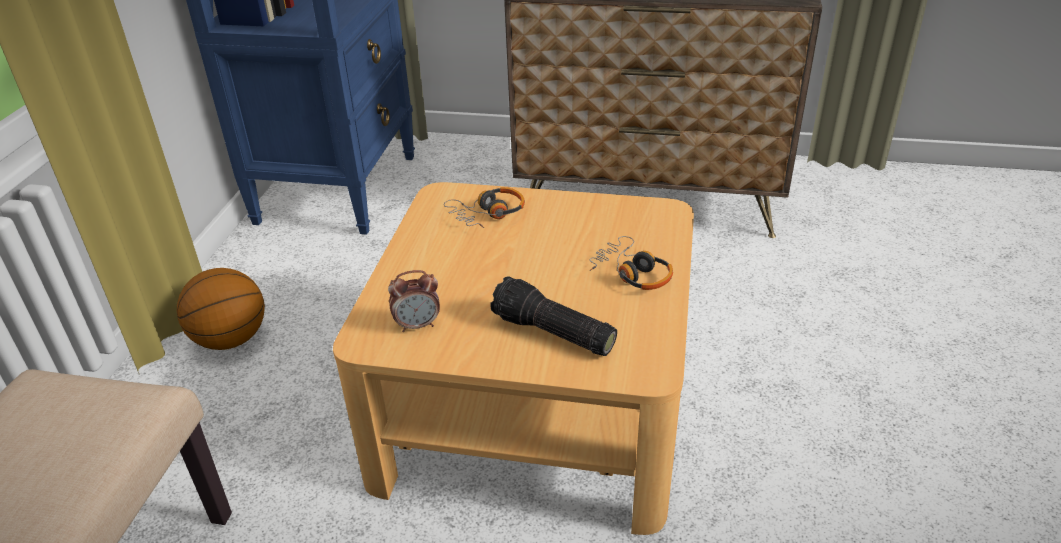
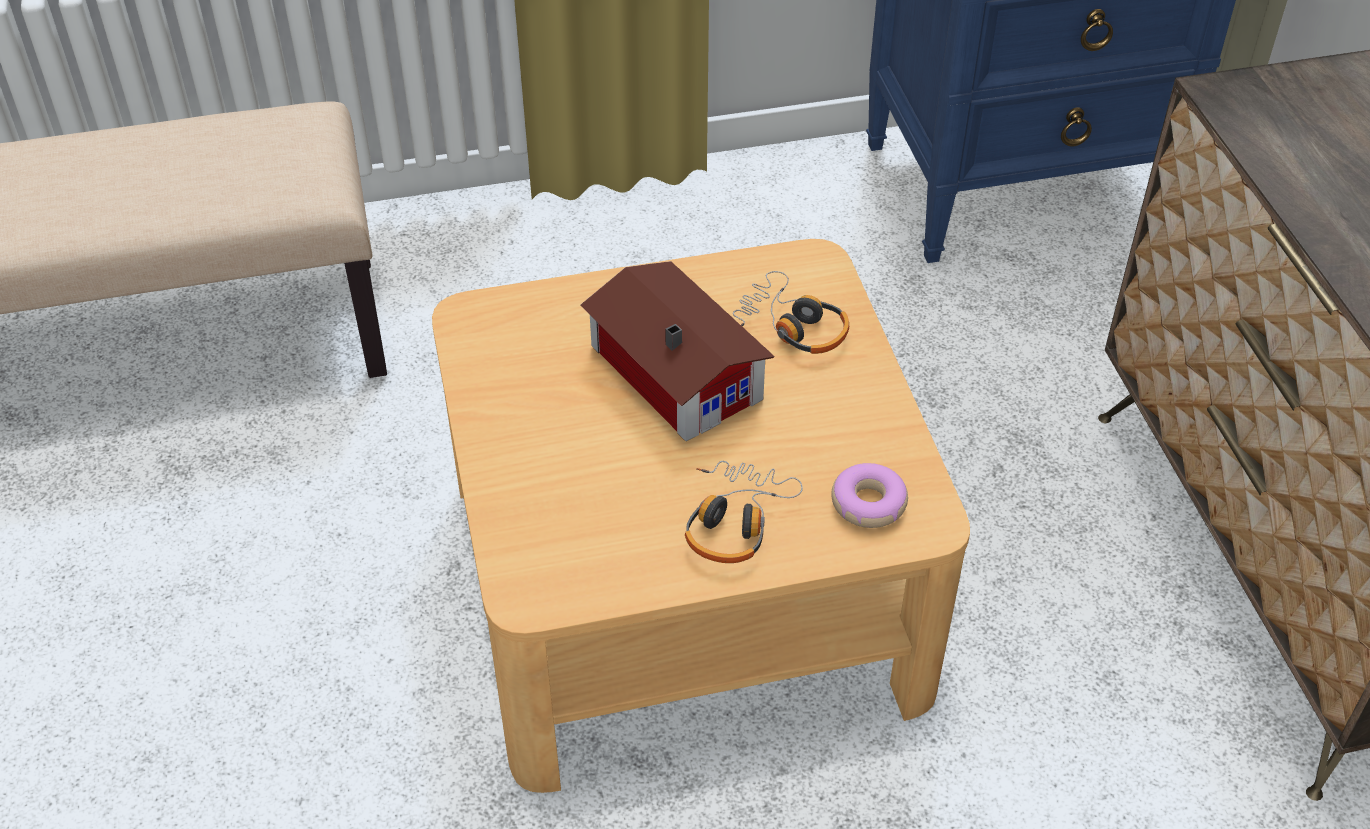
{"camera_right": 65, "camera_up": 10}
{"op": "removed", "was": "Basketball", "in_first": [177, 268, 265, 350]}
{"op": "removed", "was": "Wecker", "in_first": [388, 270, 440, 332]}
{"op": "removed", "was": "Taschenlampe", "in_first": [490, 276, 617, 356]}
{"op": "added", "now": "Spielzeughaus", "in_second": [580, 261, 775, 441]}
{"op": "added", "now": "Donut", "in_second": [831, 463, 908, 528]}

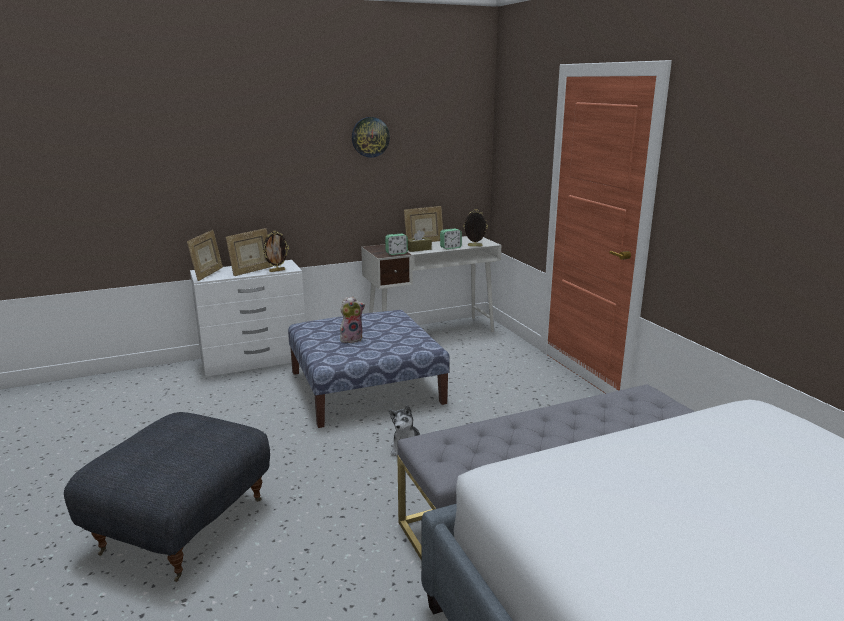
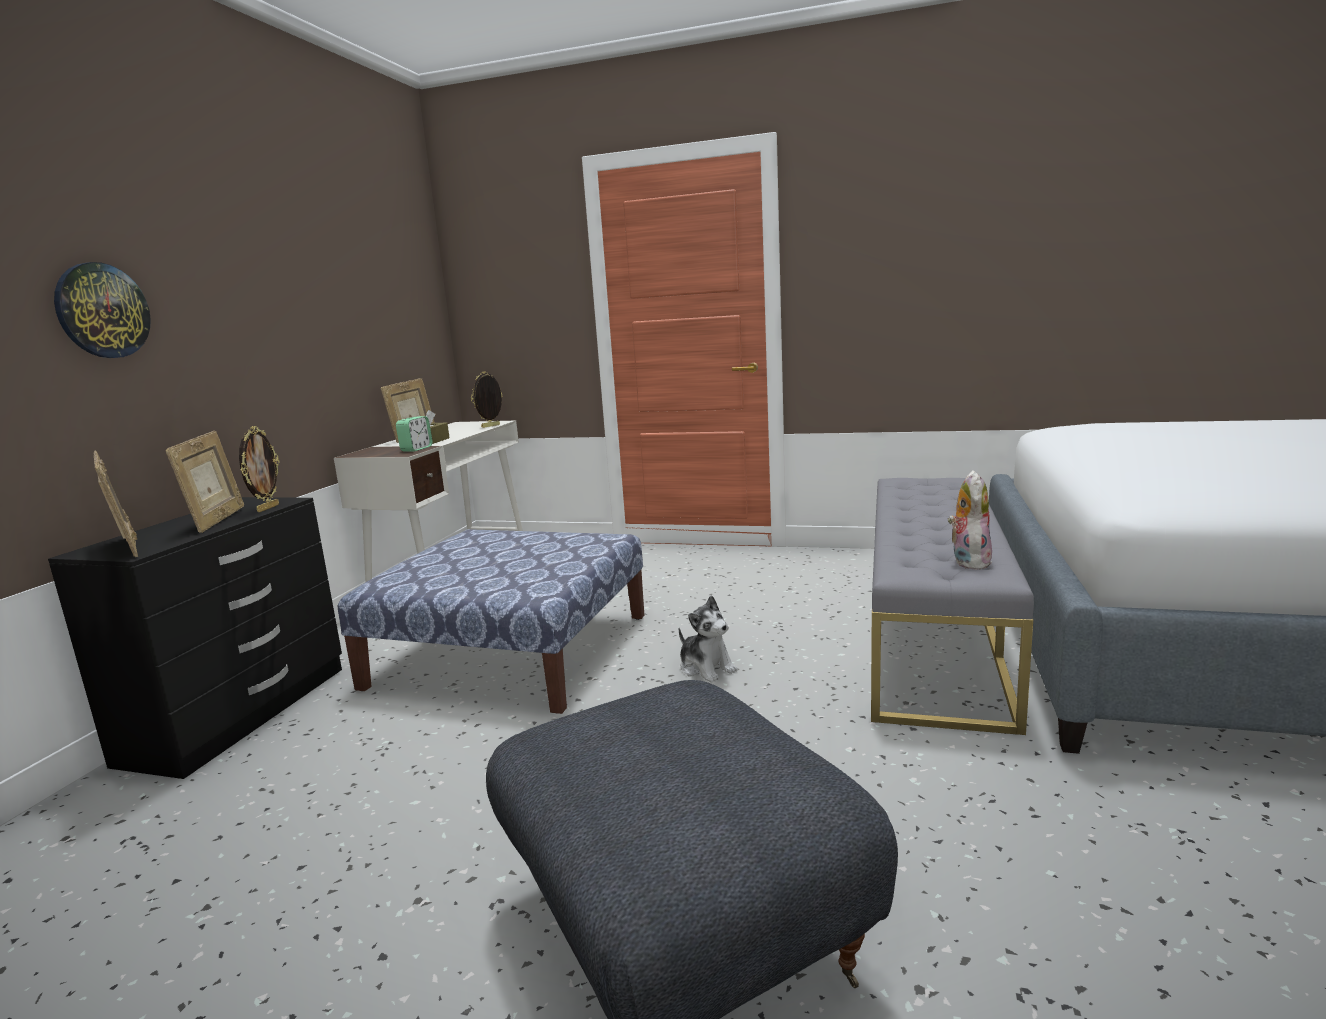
{"camera_right": -50, "camera_up": -5}
{"op": "removed", "was": "Wecker", "in_first": [440, 228, 462, 249]}
{"op": "moved", "was": "Plüschtier", "in_first": [340, 297, 365, 343], "in_second": [948, 470, 993, 570]}
{"op": "moved", "was": "Wanduhr", "in_first": [352, 117, 390, 158], "in_second": [54, 262, 151, 358]}
{"op": "recoloured", "was": "Kommode (weiß)", "now": "Kommode (schwarz)", "in_first": [190, 260, 305, 377], "in_second": [48, 497, 342, 779]}

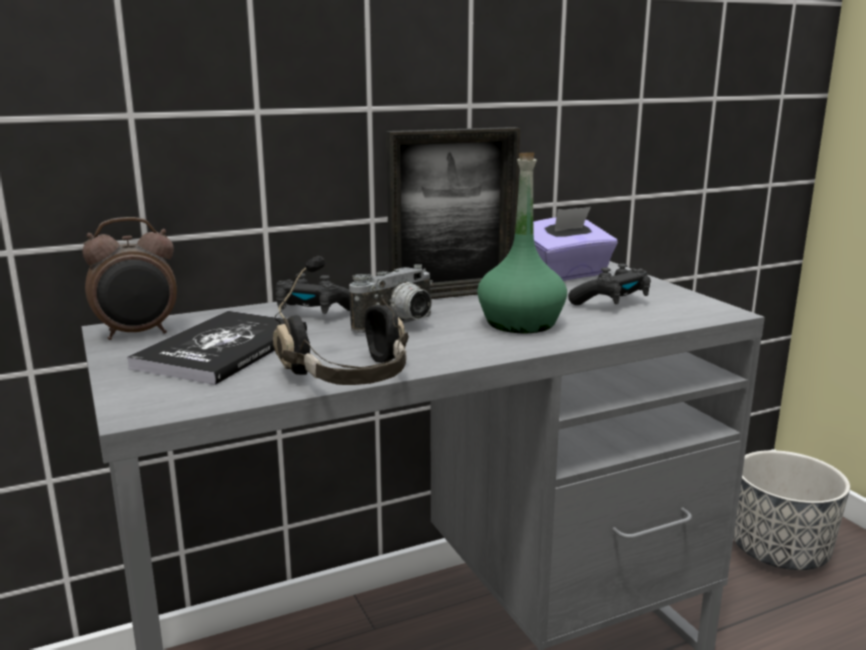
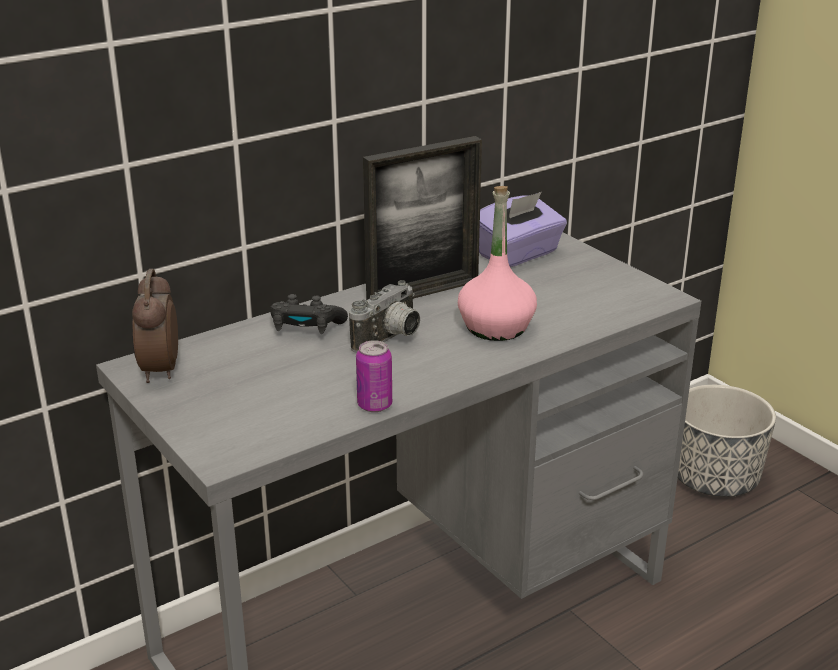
{"camera_right": -10, "camera_up": 10}
{"op": "removed", "was": "Buch", "in_first": [127, 311, 307, 385]}
{"op": "removed", "was": "Gamepad (schwarz)", "in_first": [568, 263, 651, 305]}
{"op": "replaced", "was": "Kopfhörer (schwarz)", "now": "Dose", "in_first": [273, 256, 409, 385], "in_second": [356, 340, 392, 412]}
{"op": "recoloured", "was": "Flasche (grün)", "now": "Flasche (rosa)", "in_first": [477, 152, 567, 333], "in_second": [458, 186, 537, 341]}
{"op": "turned", "was": "Wecker", "in_first": [82, 217, 177, 340], "in_second": [132, 269, 178, 383], "clockwise": 120}

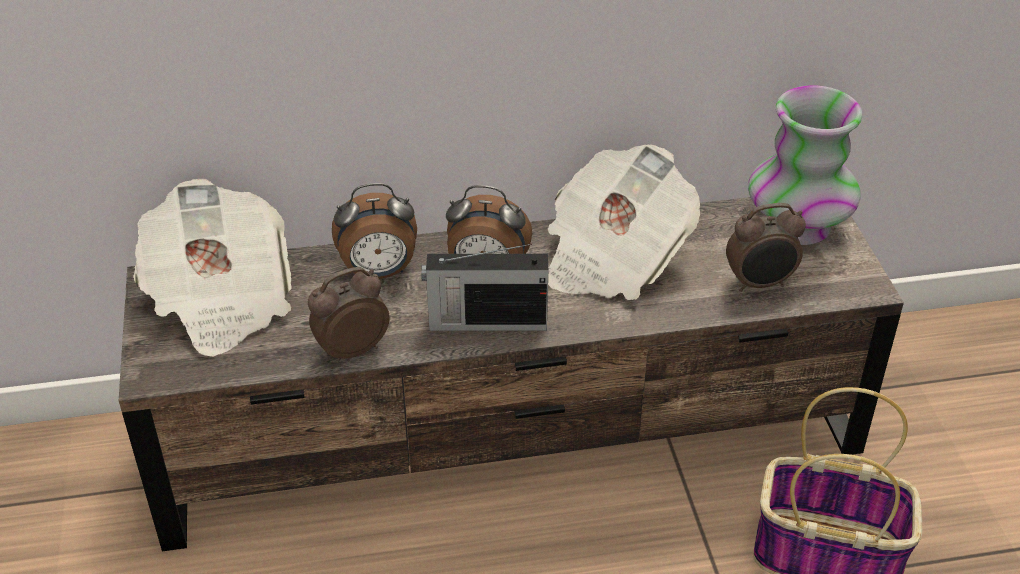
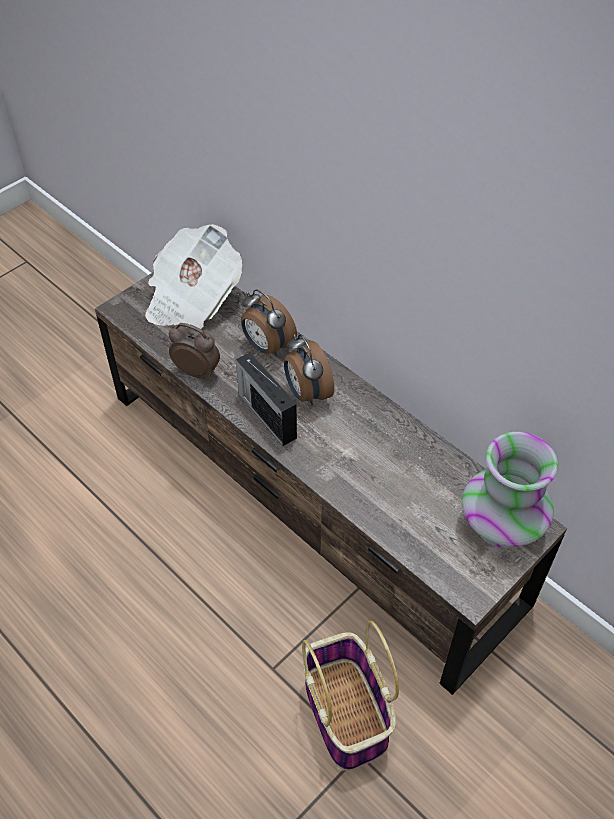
{"camera_right": 55, "camera_up": 10}
{"op": "removed", "was": "Zeitung", "in_first": [548, 144, 700, 300]}
{"op": "removed", "was": "Wecker", "in_first": [726, 203, 806, 292]}

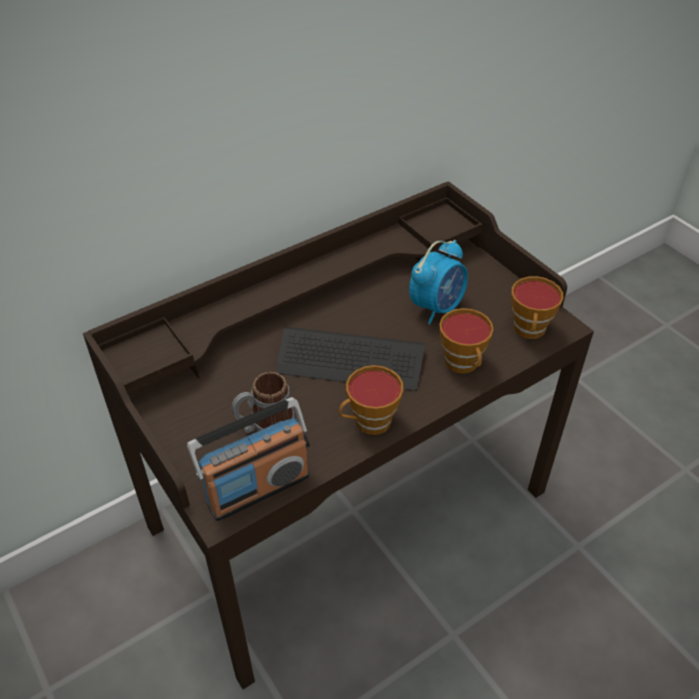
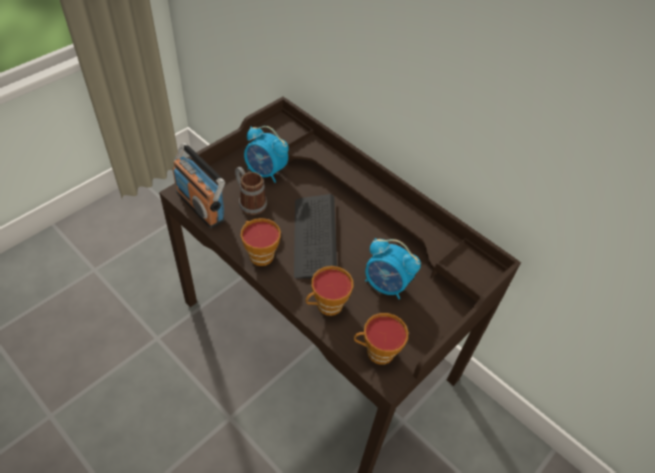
{"camera_right": 75, "camera_up": 5}
{"op": "added", "now": "Wecker", "in_second": [244, 126, 289, 183]}

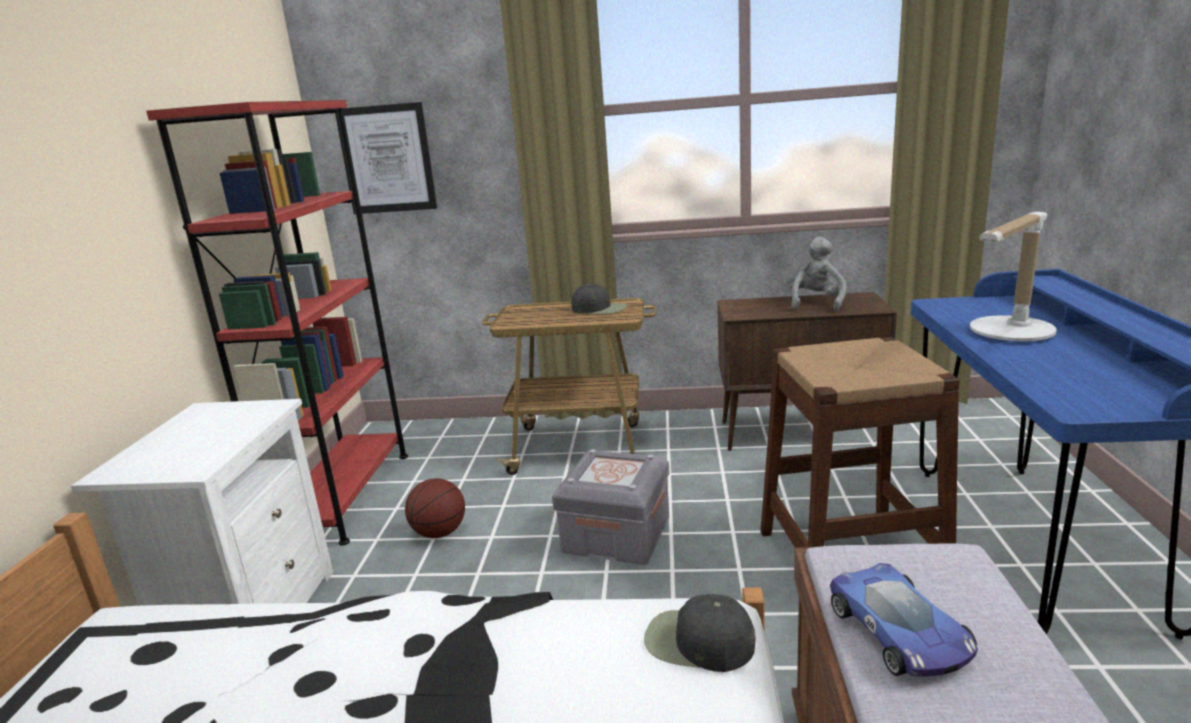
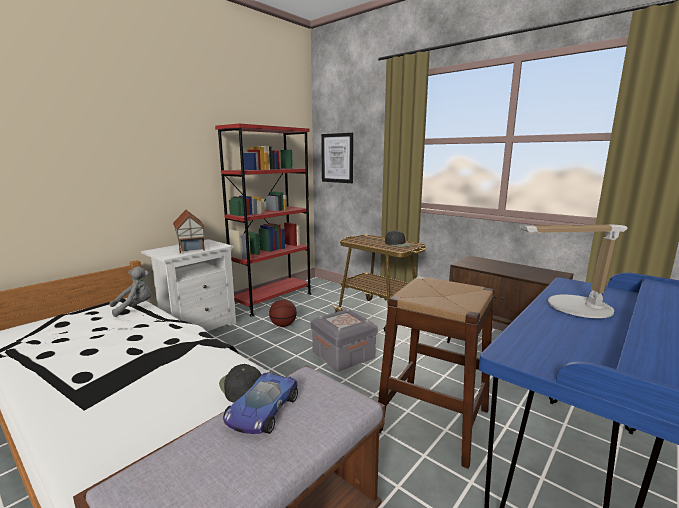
{"camera_right": 35, "camera_up": -5}
{"op": "added", "now": "Spielzeughaus", "in_second": [173, 210, 206, 253]}
{"op": "moved", "was": "Plüschtier (grau)", "in_first": [787, 237, 846, 312], "in_second": [109, 267, 152, 317]}

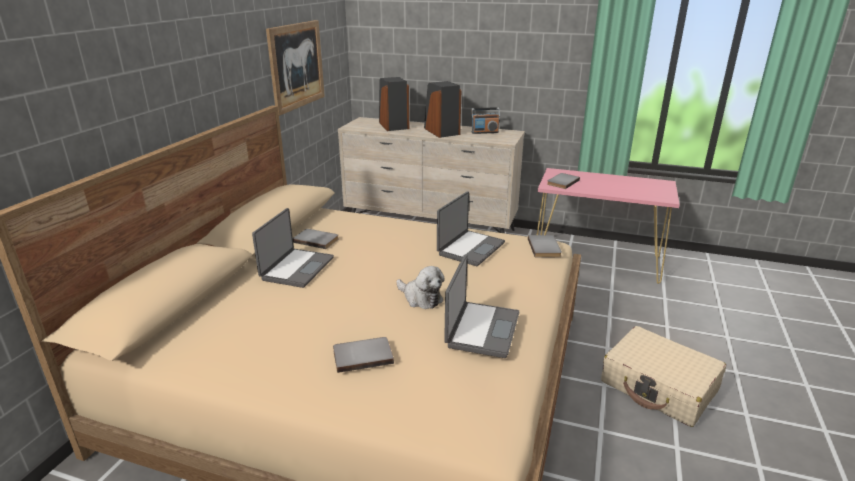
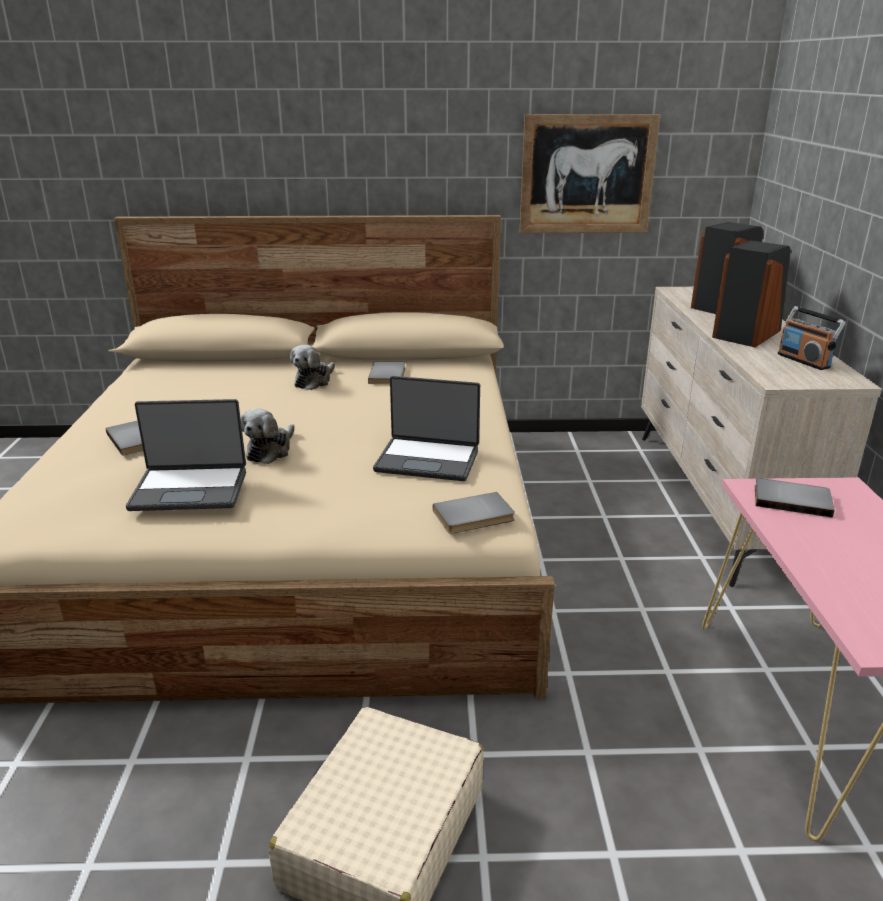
{"camera_right": 70, "camera_up": 0}
{"op": "replaced", "was": "Laptop", "now": "Plüschtier", "in_first": [252, 208, 334, 288], "in_second": [290, 345, 335, 390]}

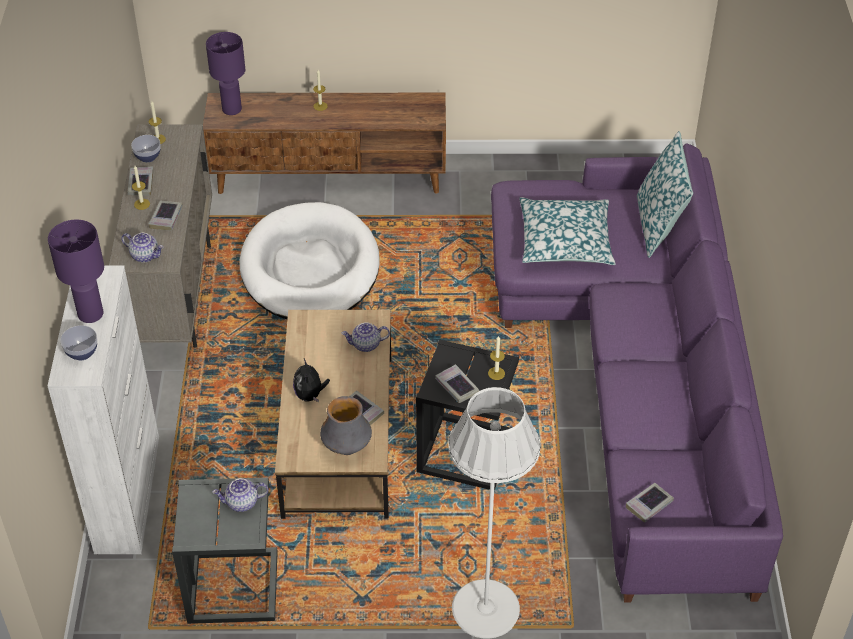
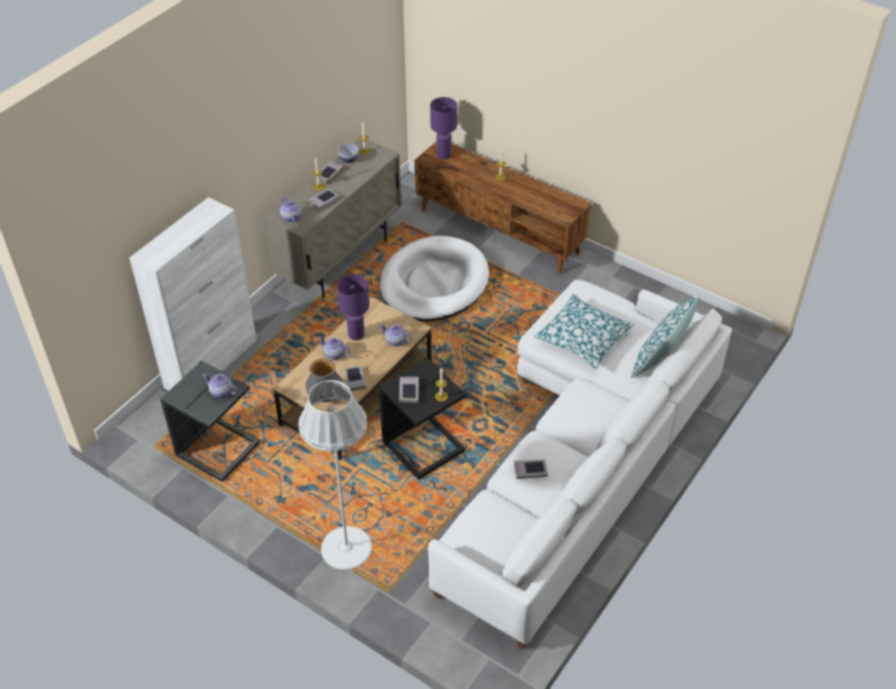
{"camera_right": 35, "camera_up": 0}
{"op": "removed", "was": "Schüssel", "in_first": [60, 325, 97, 360]}
{"op": "moved", "was": "Tischlampe (lila)", "in_first": [48, 219, 104, 323], "in_second": [337, 274, 369, 340]}
{"op": "moved", "was": "Buch", "in_first": [626, 483, 674, 523], "in_second": [514, 459, 548, 479]}
{"op": "replaced", "was": "Plüschtier", "now": "Teekanne", "in_first": [293, 359, 330, 402], "in_second": [318, 337, 350, 360]}
{"op": "recoloured", "was": "Sofa (lila)", "now": "Sofa (weiß)", "in_first": [491, 143, 783, 602], "in_second": [428, 280, 732, 649]}

